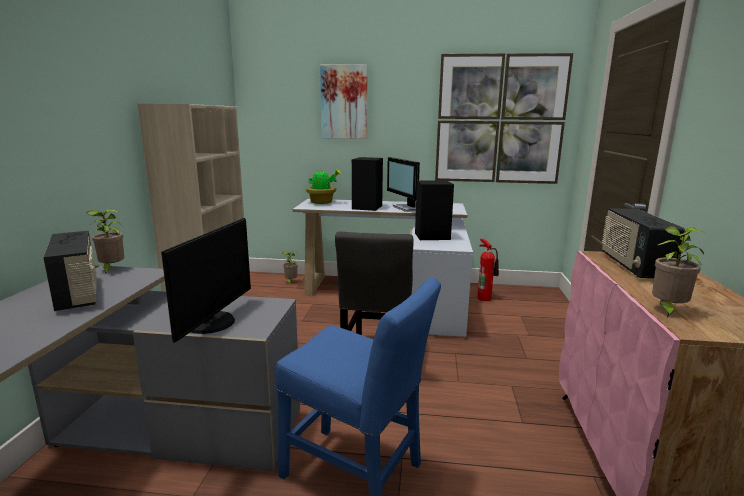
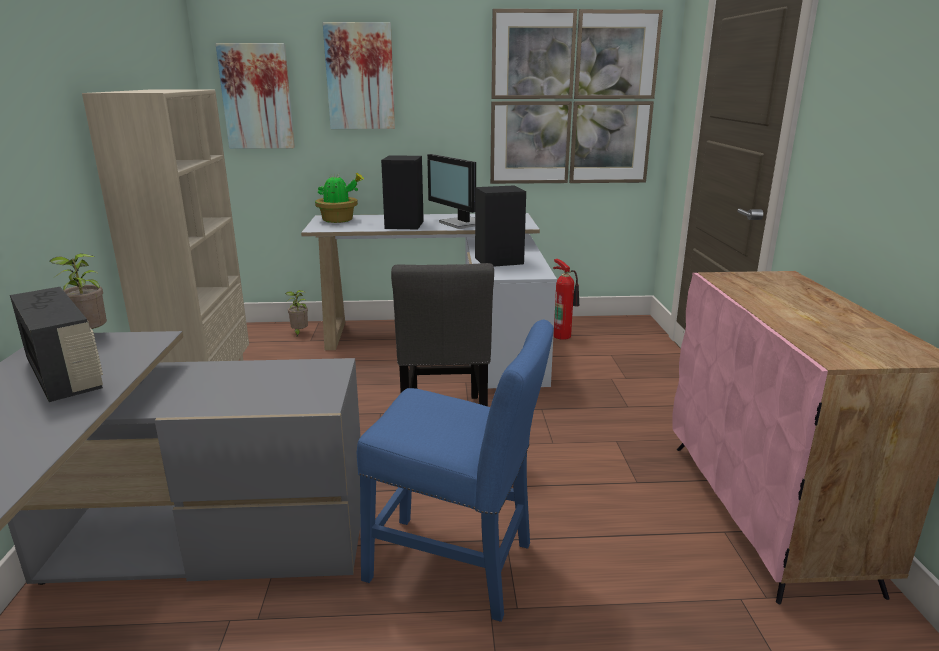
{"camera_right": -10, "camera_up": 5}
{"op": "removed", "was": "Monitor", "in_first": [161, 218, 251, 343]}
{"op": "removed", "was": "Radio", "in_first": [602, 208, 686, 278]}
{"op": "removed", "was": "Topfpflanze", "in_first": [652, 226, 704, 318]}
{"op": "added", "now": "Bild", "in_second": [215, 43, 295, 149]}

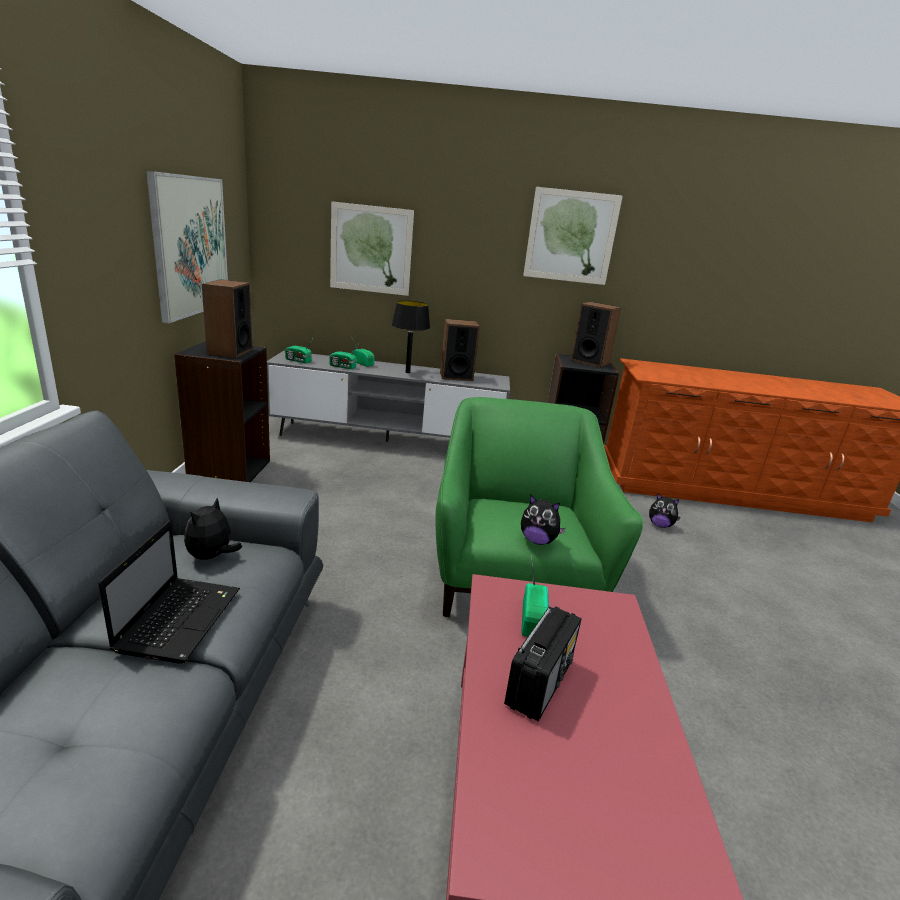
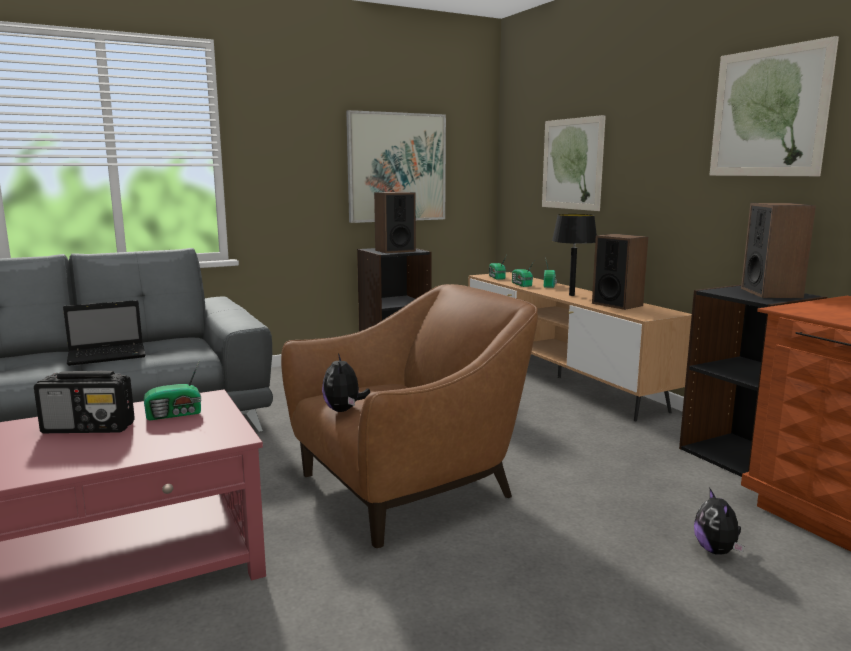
{"camera_right": 60, "camera_up": -10}
{"op": "removed", "was": "Plüschtier", "in_first": [184, 498, 242, 560]}
{"op": "recoloured", "was": "Fernsehschrank (grau)", "now": "Fernsehschrank (braun)", "in_first": [267, 351, 510, 442], "in_second": [468, 272, 692, 421]}
{"op": "recoloured", "was": "Sessel (grün)", "now": "Sessel (braun)", "in_first": [435, 397, 643, 617], "in_second": [281, 284, 538, 548]}

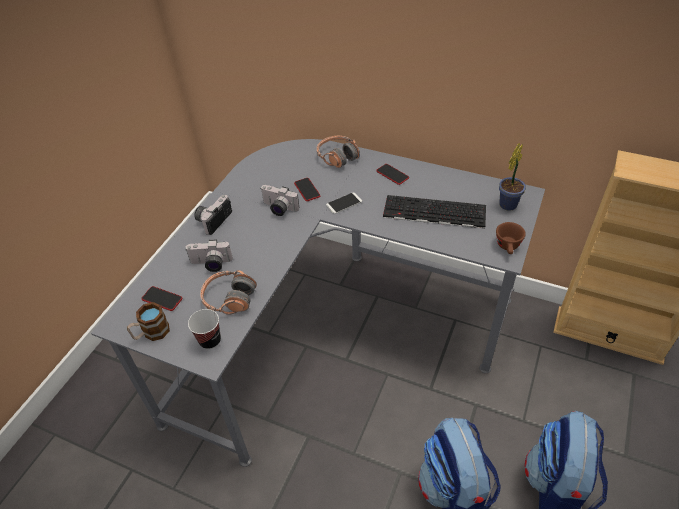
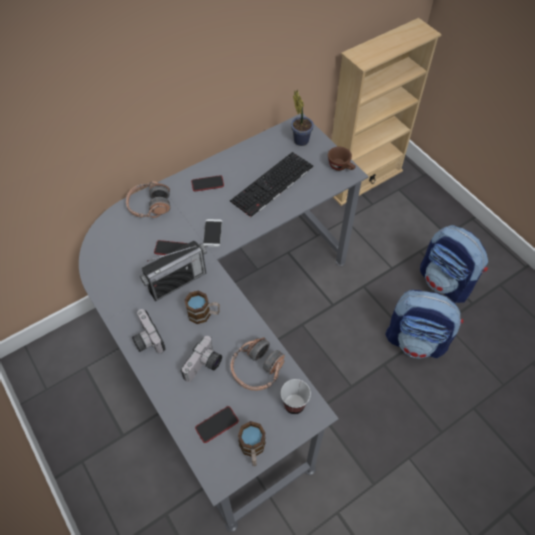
{"camera_right": -60, "camera_up": 10}
{"op": "added", "now": "Henkelbecher", "in_second": [185, 290, 220, 324]}
{"op": "replaced", "was": "Kamera", "now": "Radio", "in_first": [260, 185, 299, 216], "in_second": [140, 241, 207, 301]}

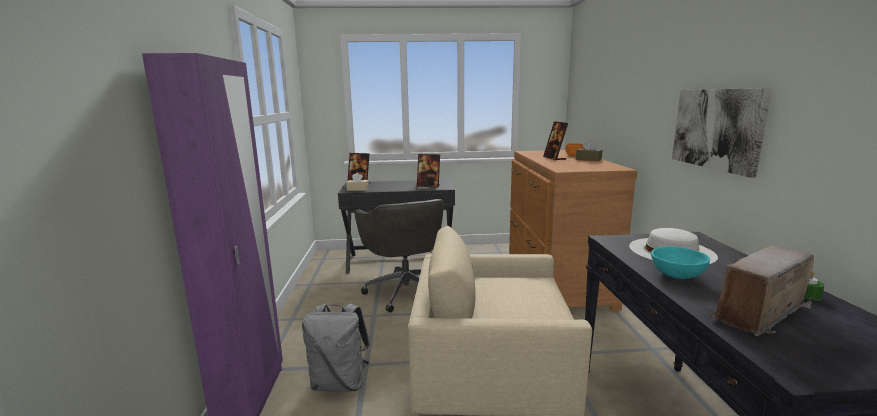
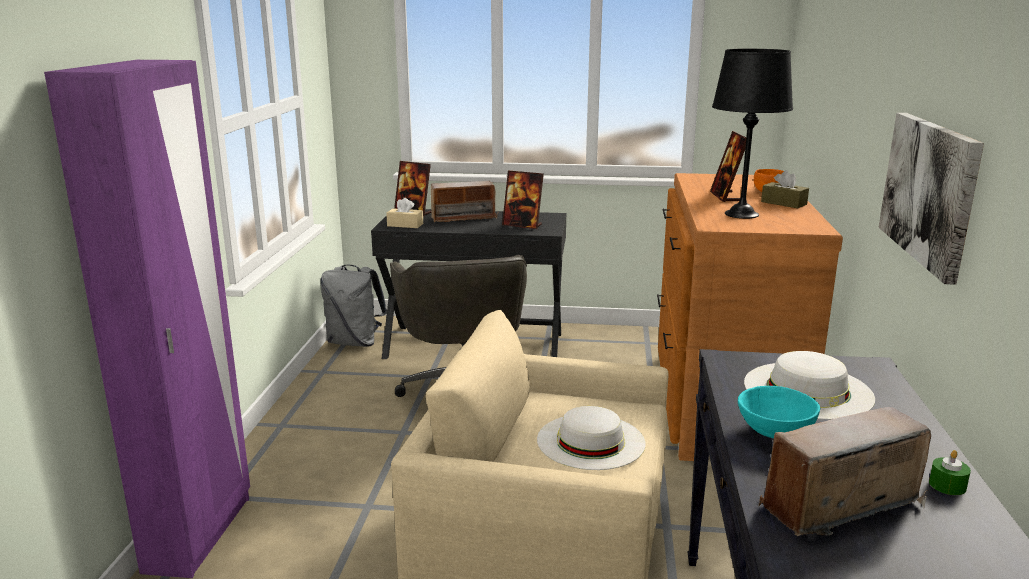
{"camera_right": 10, "camera_up": 5}
{"op": "added", "now": "Radio", "in_second": [429, 181, 498, 222]}
{"op": "added", "now": "Hut (weiß)", "in_second": [537, 406, 646, 470]}
{"op": "added", "now": "Tischlampe (schwarz)", "in_second": [712, 49, 793, 219]}
{"op": "moved", "was": "Rucksack (grau)", "in_first": [302, 304, 370, 392], "in_second": [320, 264, 387, 347]}

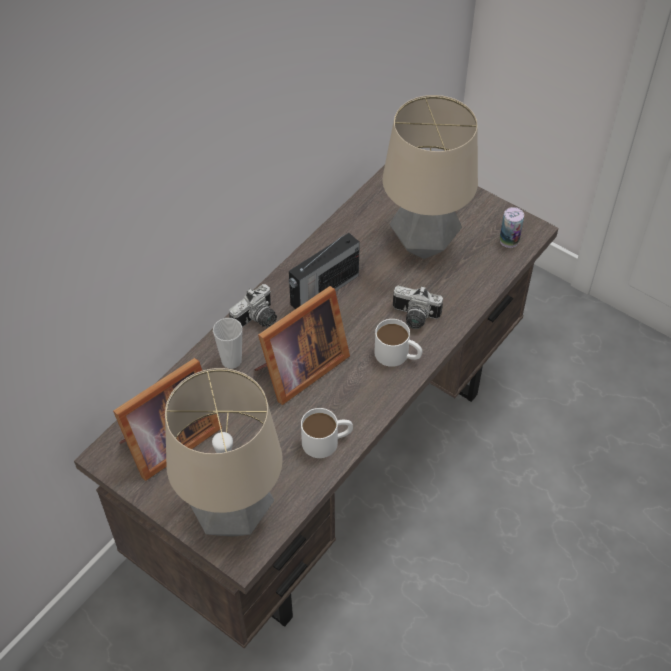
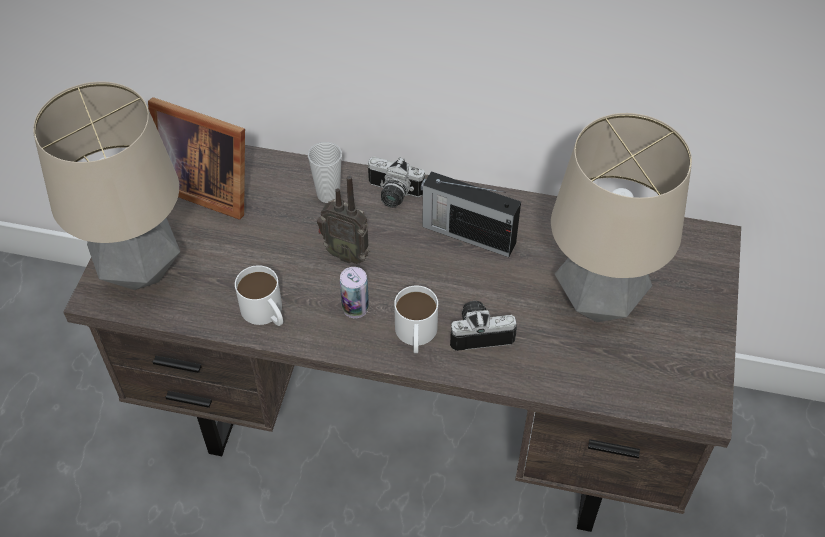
{"camera_right": 65, "camera_up": 0}
{"op": "moved", "was": "Dose", "in_first": [500, 207, 524, 248], "in_second": [340, 267, 369, 318]}
{"op": "replaced", "was": "Bilderrahmen", "now": "Radio", "in_first": [254, 286, 350, 405], "in_second": [317, 176, 369, 264]}
{"op": "turned", "was": "Kamera", "in_first": [393, 286, 443, 329], "in_second": [450, 301, 517, 351], "clockwise": 90}

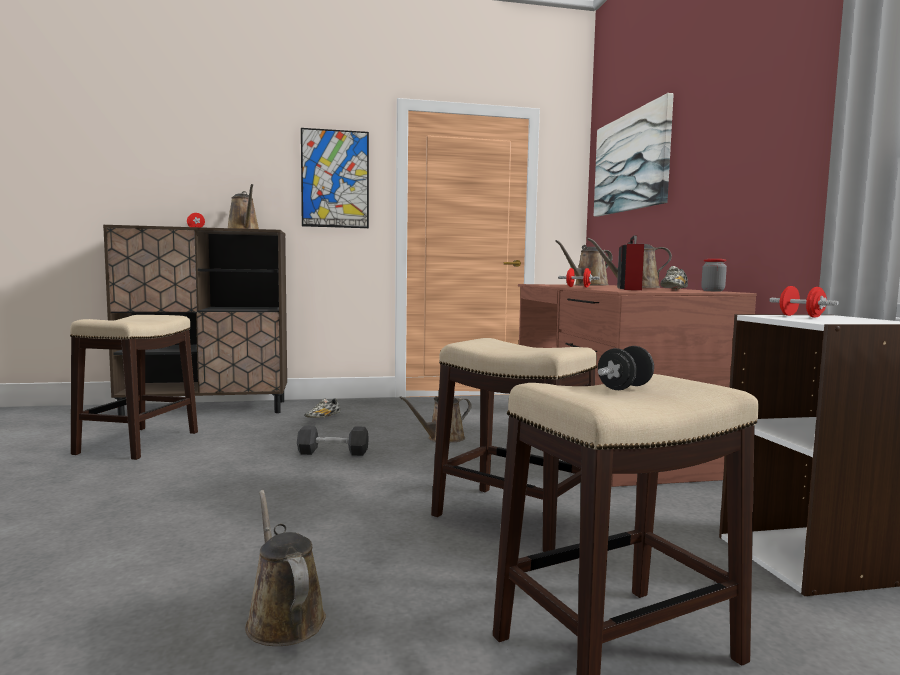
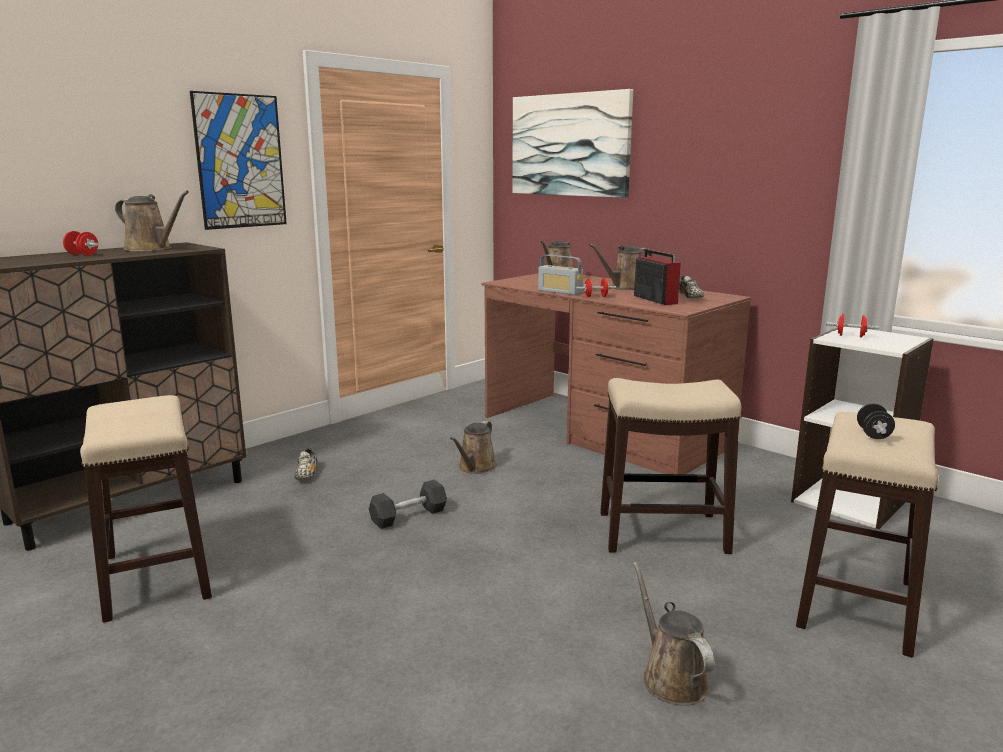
{"camera_right": -35, "camera_up": 10}
{"op": "removed", "was": "Vorratsglas", "in_first": [701, 259, 727, 292]}
{"op": "added", "now": "Radio", "in_second": [538, 255, 583, 295]}
{"op": "turned", "was": "Gießkanne (braun)", "in_first": [245, 490, 326, 646], "in_second": [633, 562, 714, 706], "clockwise": 45}

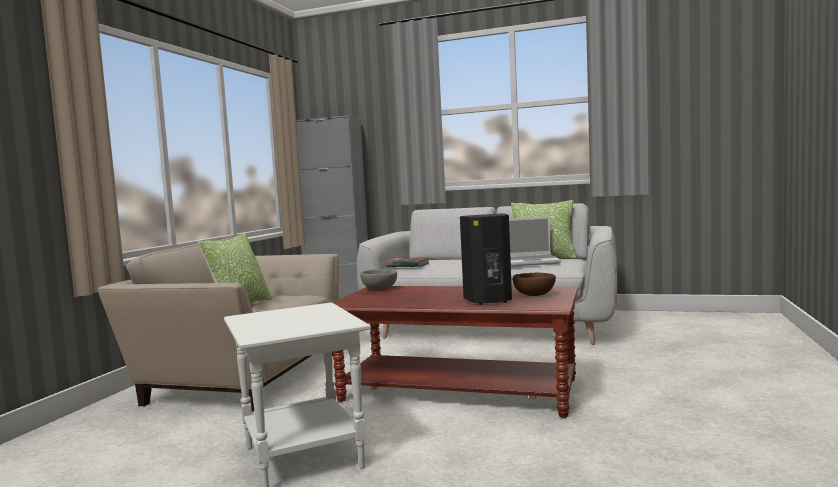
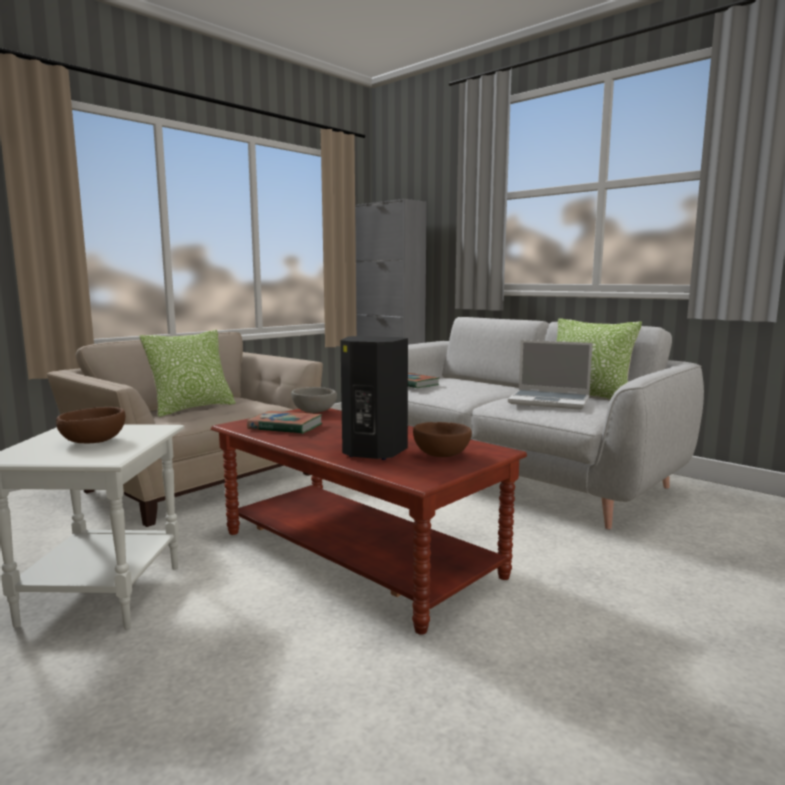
{"camera_right": 25, "camera_up": 5}
{"op": "added", "now": "Schüssel (braun)", "in_second": [56, 407, 125, 443]}
{"op": "added", "now": "Buch", "in_second": [247, 411, 322, 434]}

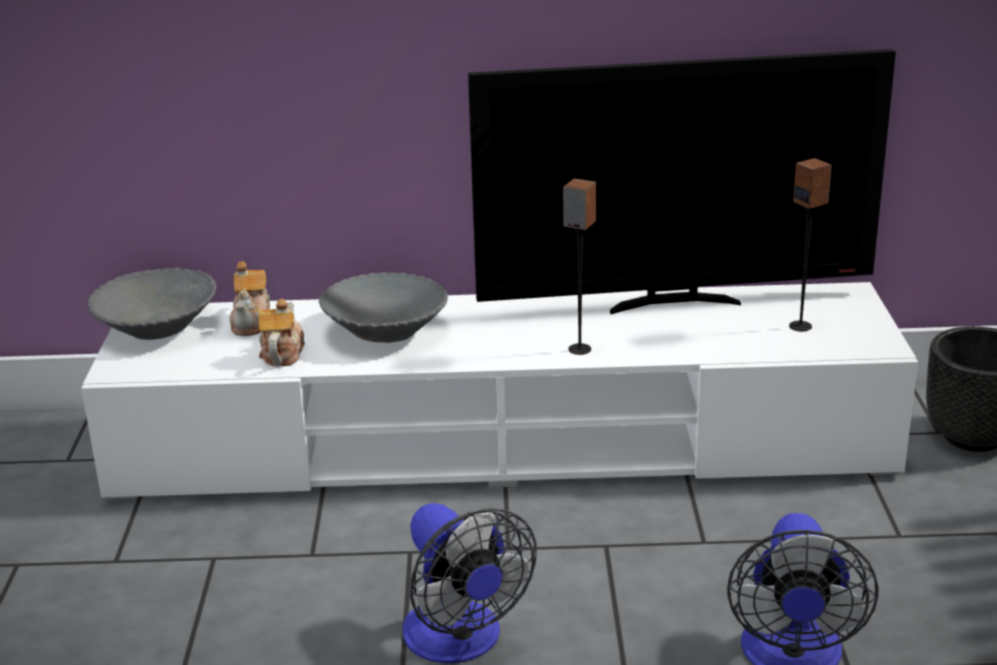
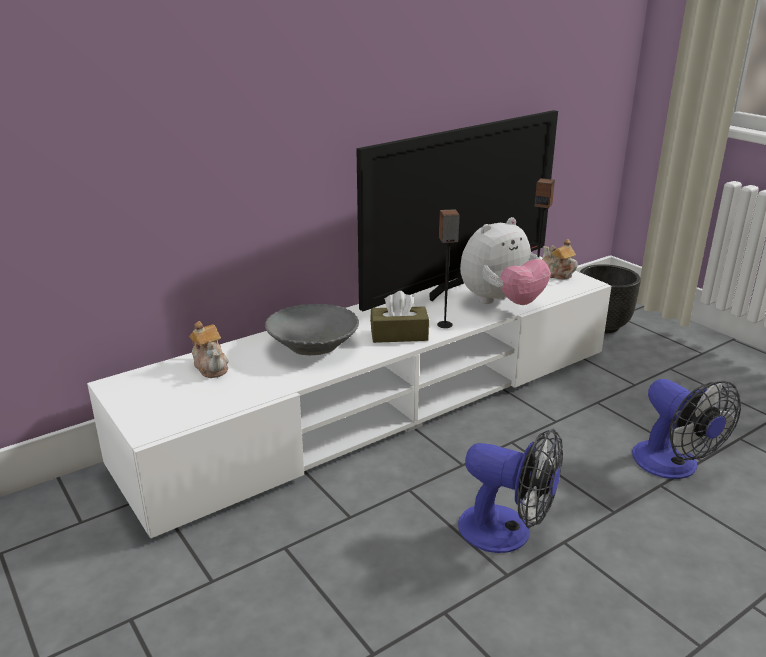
{"camera_right": -35, "camera_up": 0}
{"op": "removed", "was": "Schüssel (grau)", "in_first": [88, 268, 216, 340]}
{"op": "added", "now": "Taschentuchbox (braun)", "in_second": [370, 291, 429, 343]}
{"op": "added", "now": "Plüschtier", "in_second": [460, 217, 551, 305]}
{"op": "moved", "was": "Teekanne", "in_first": [259, 299, 305, 367], "in_second": [542, 239, 578, 279]}

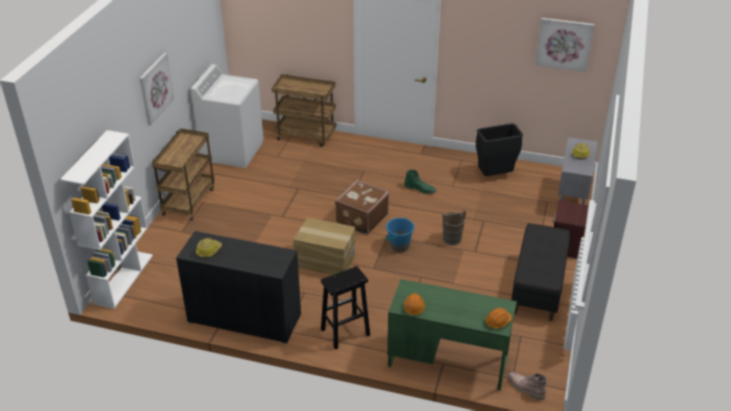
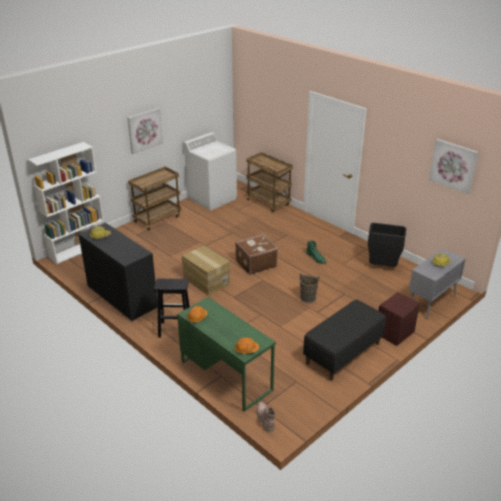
{"camera_right": 30, "camera_up": -5}
{"op": "removed", "was": "Eimer (blau)", "in_first": [386, 218, 415, 252]}

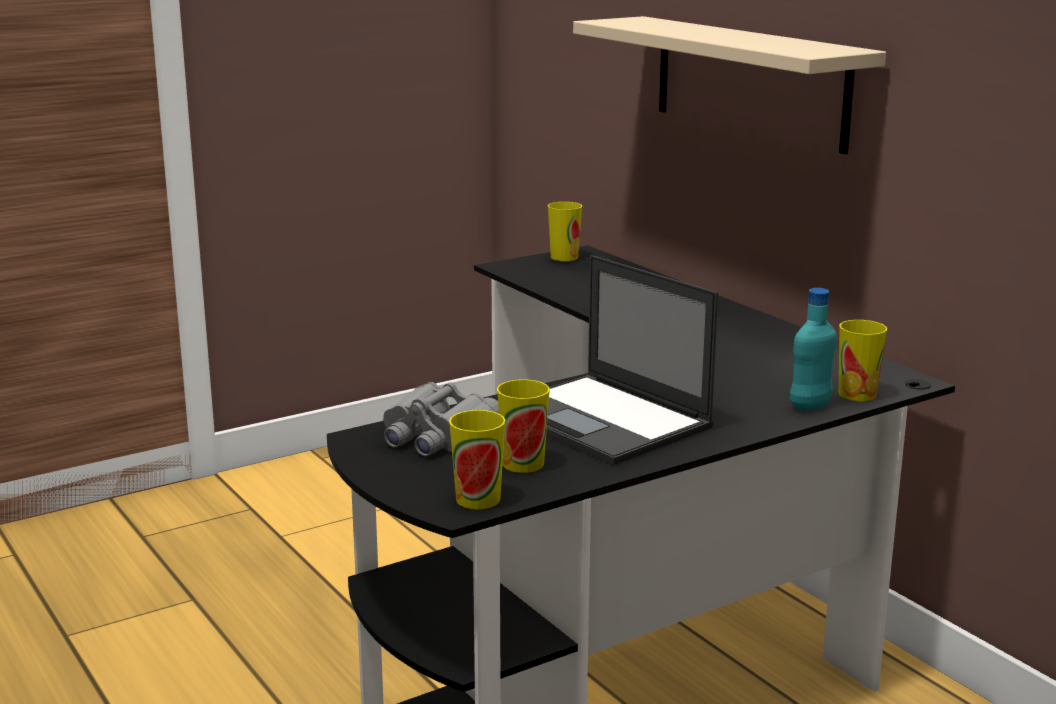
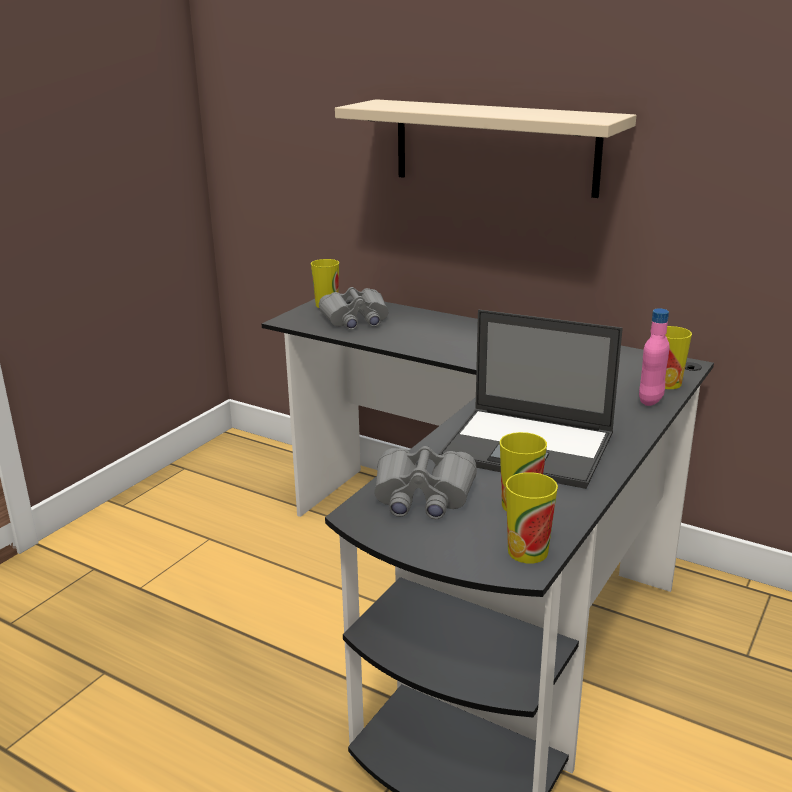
{"camera_right": -25, "camera_up": 5}
{"op": "added", "now": "Fernglas (grau)", "in_second": [319, 287, 388, 330]}
{"op": "recoloured", "was": "Flasche (türkis)", "now": "Flasche (rosa)", "in_first": [790, 288, 836, 411], "in_second": [639, 308, 670, 406]}

